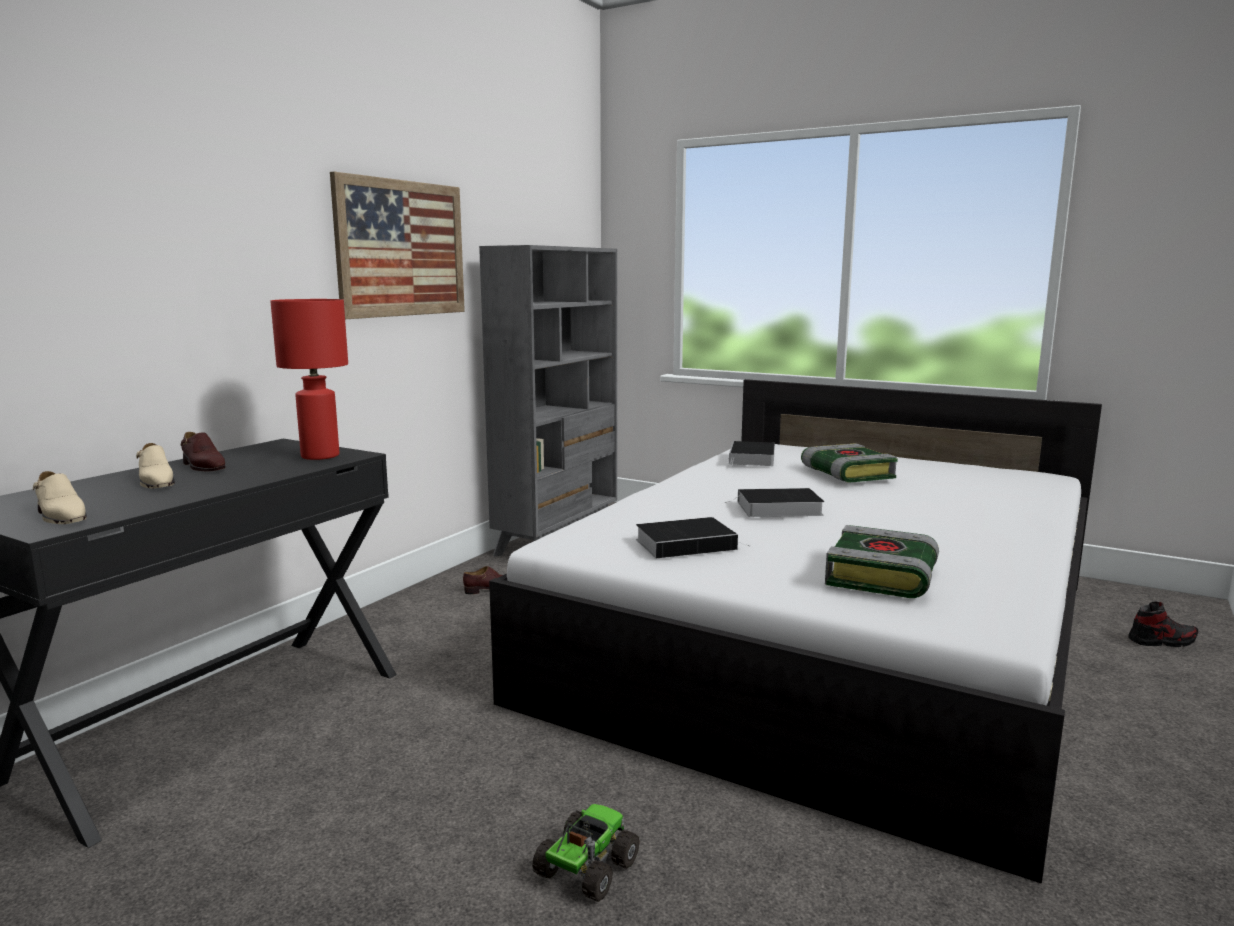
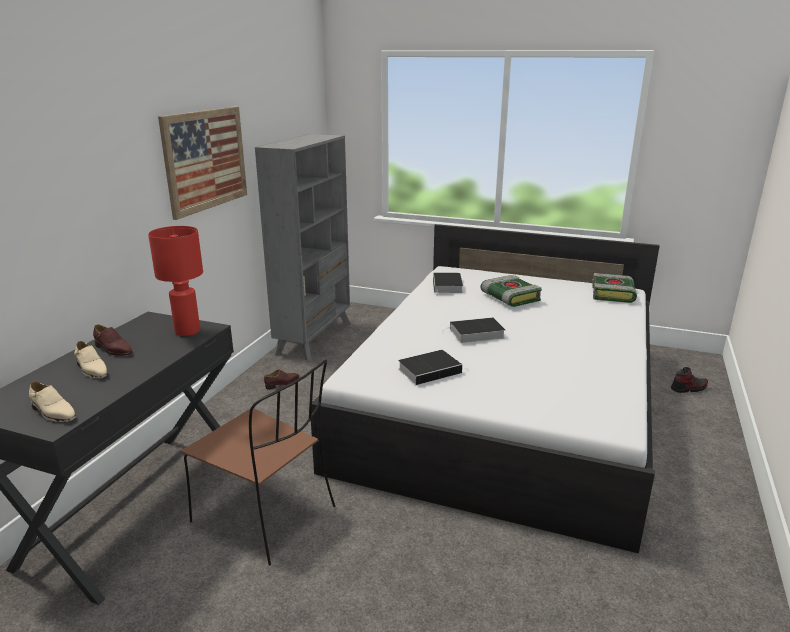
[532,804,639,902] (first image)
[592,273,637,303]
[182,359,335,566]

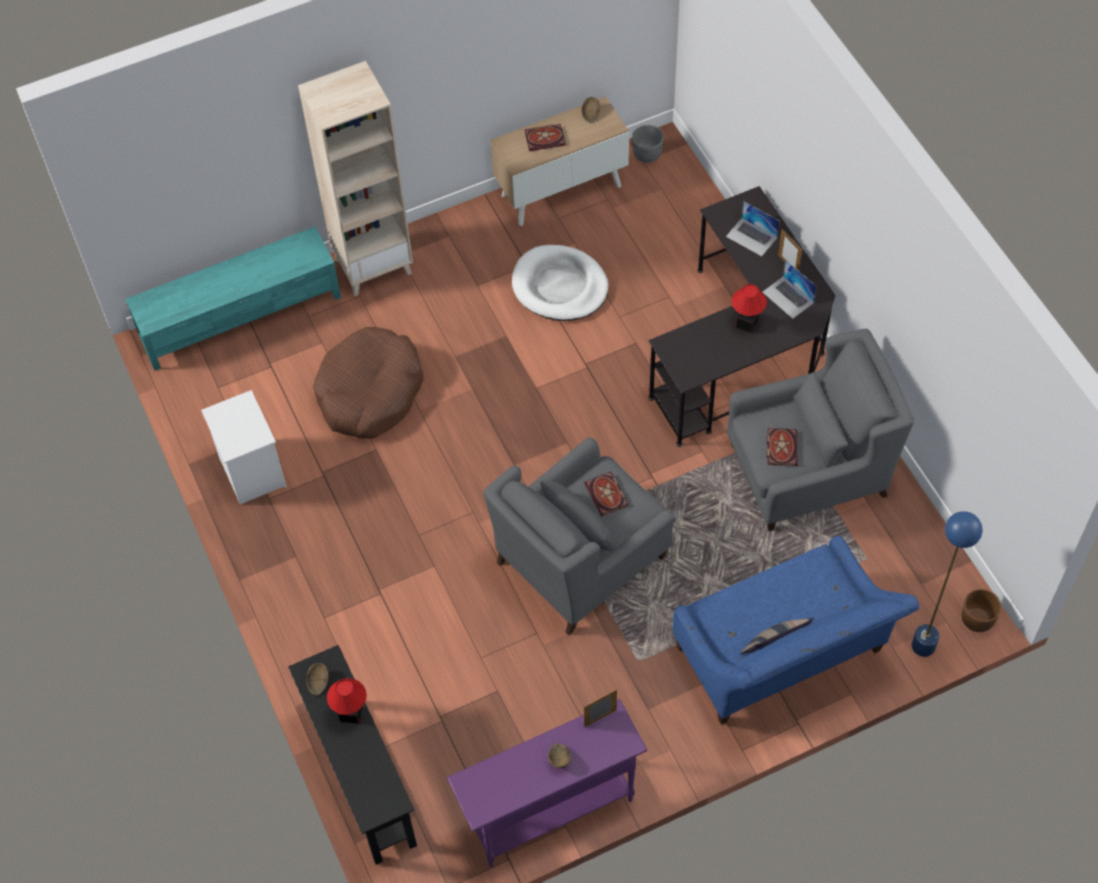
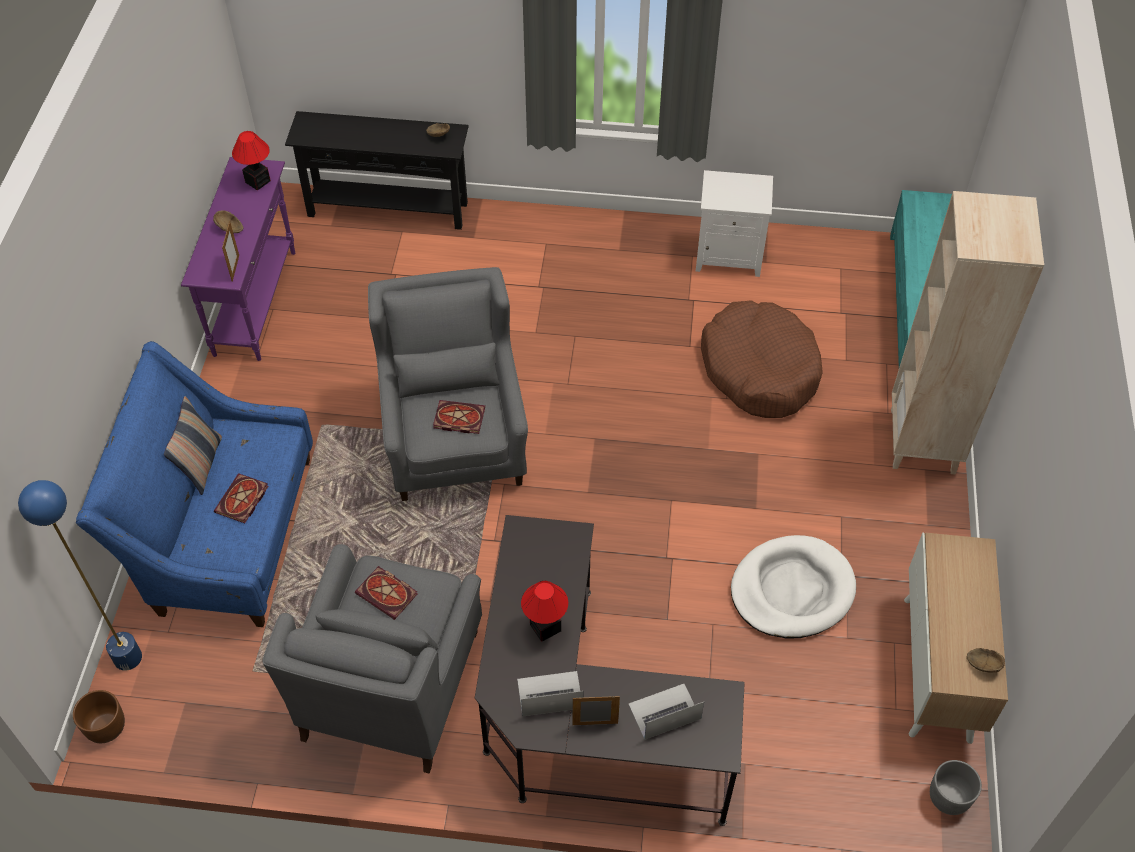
[232,131,271,190]
[214,473,268,523]

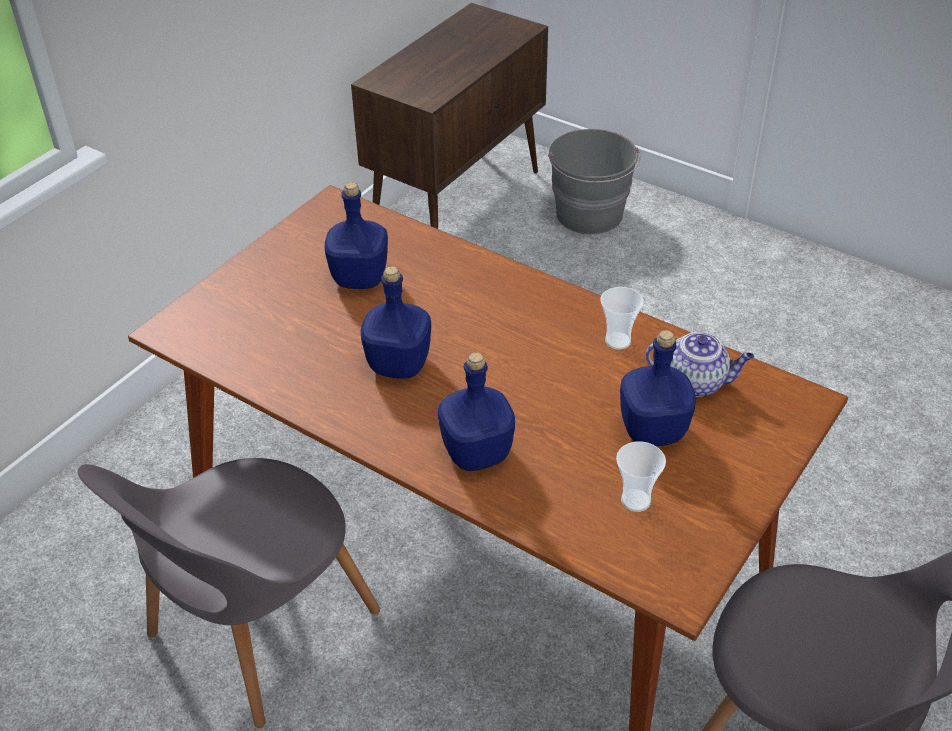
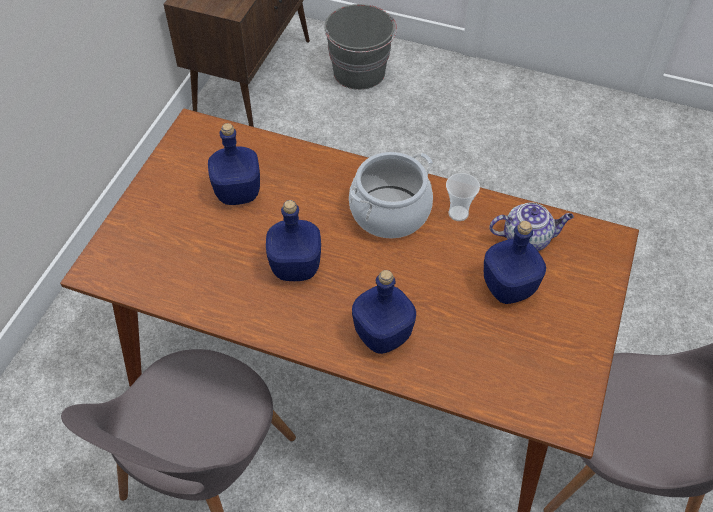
[616,441,666,512] (first image)
[349,152,433,238]

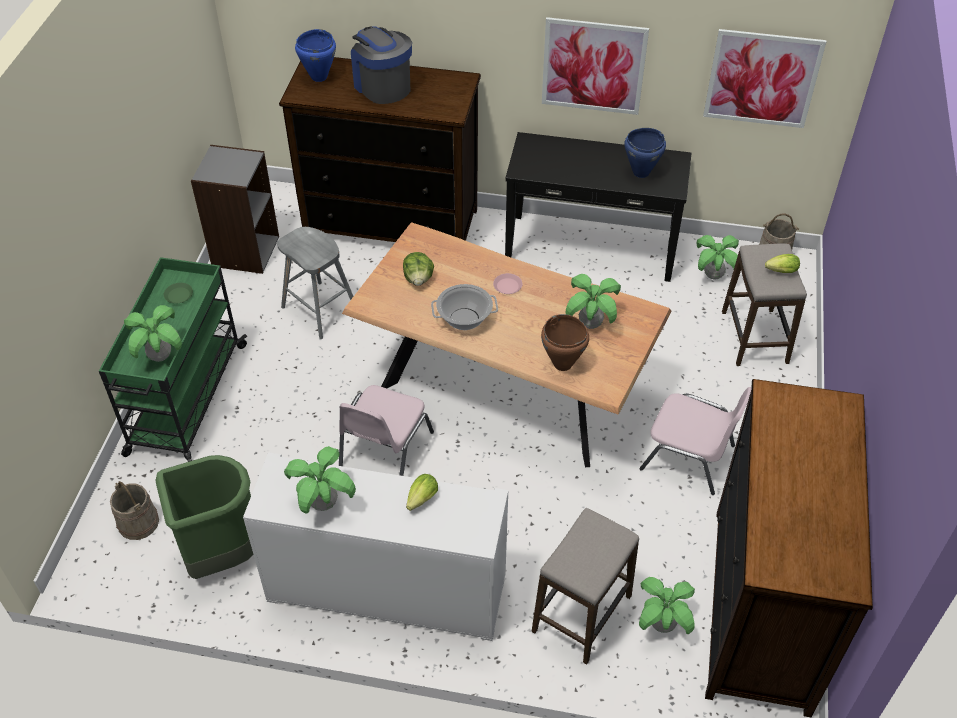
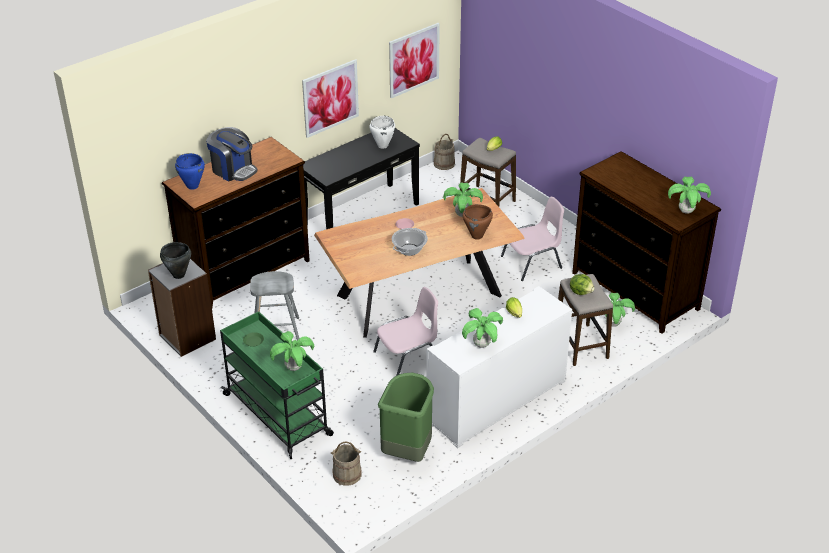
[373,287,438,376]
[206,127,258,181]
[570,274,595,295]
[370,116,395,149]
[668,177,711,214]
[160,242,191,279]

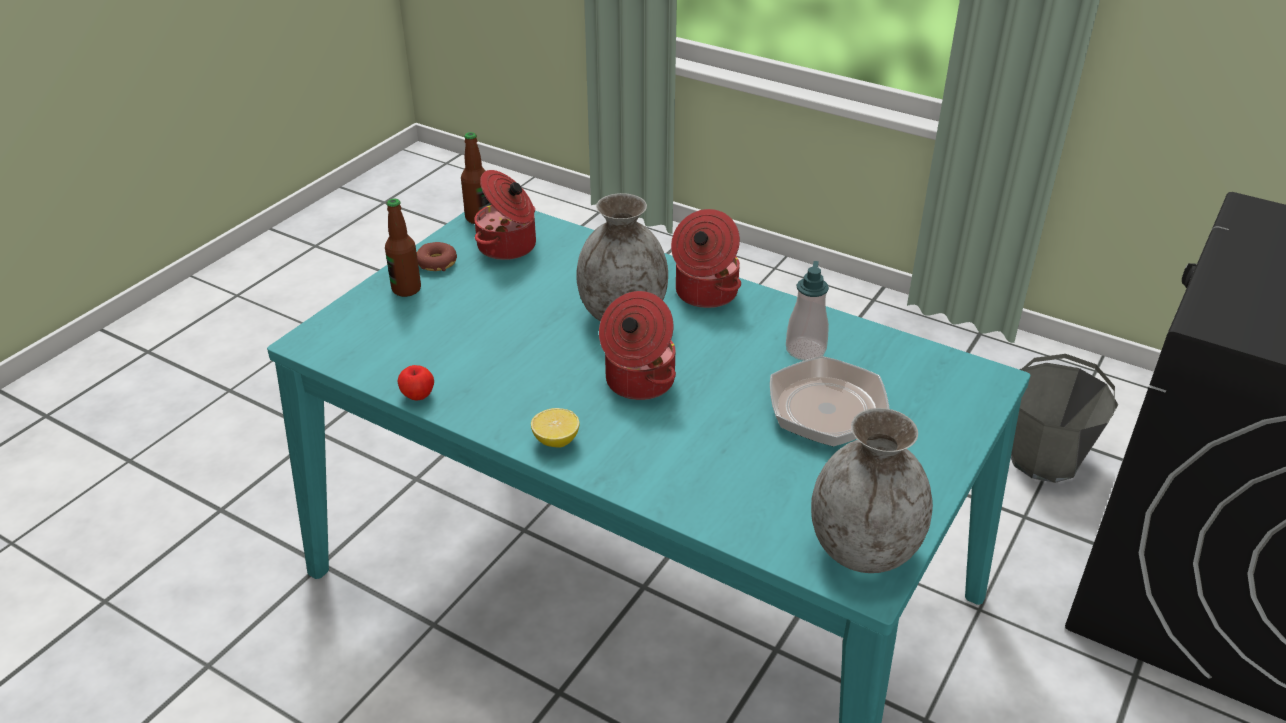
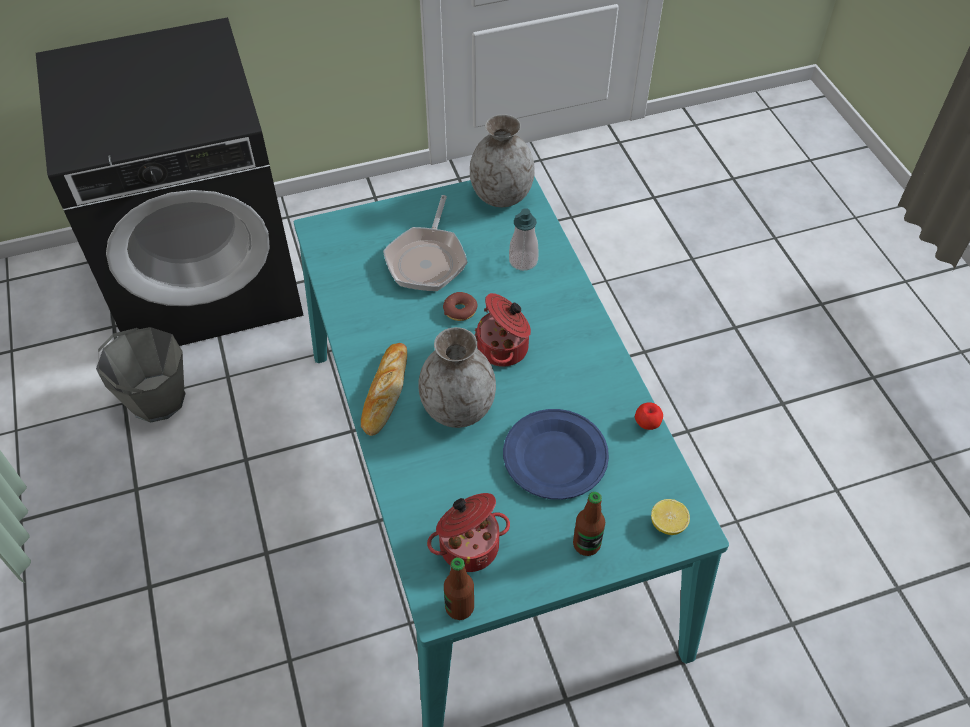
[443,292,478,321]
[651,499,690,535]
[361,343,407,436]
[509,208,539,271]
[503,409,609,500]

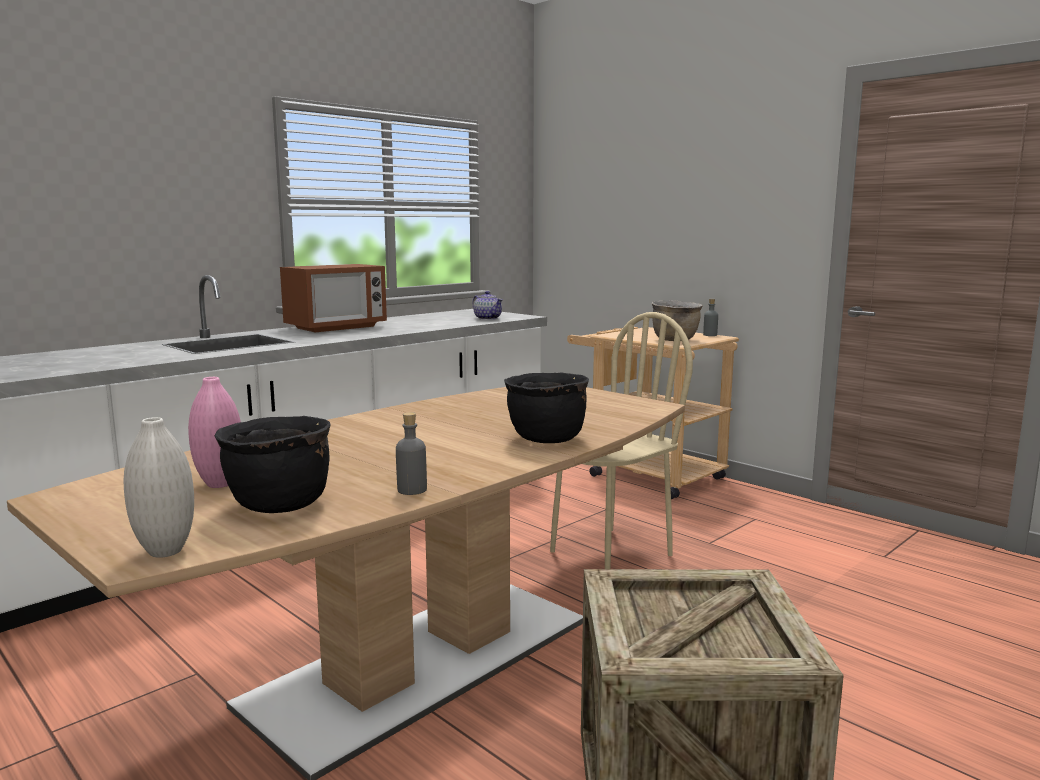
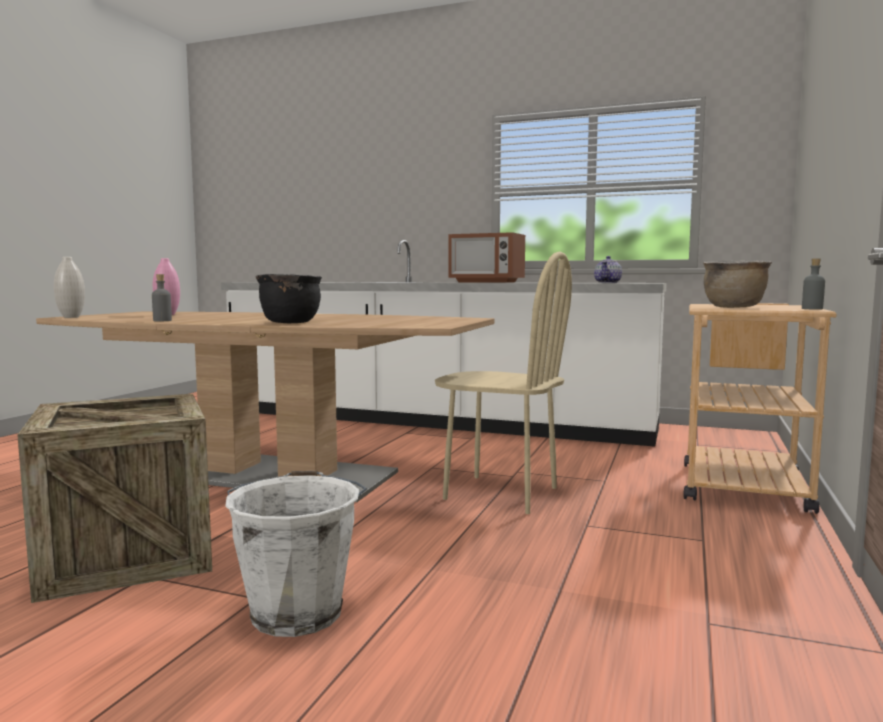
[214,416,330,513] (first image)
[225,470,367,637]

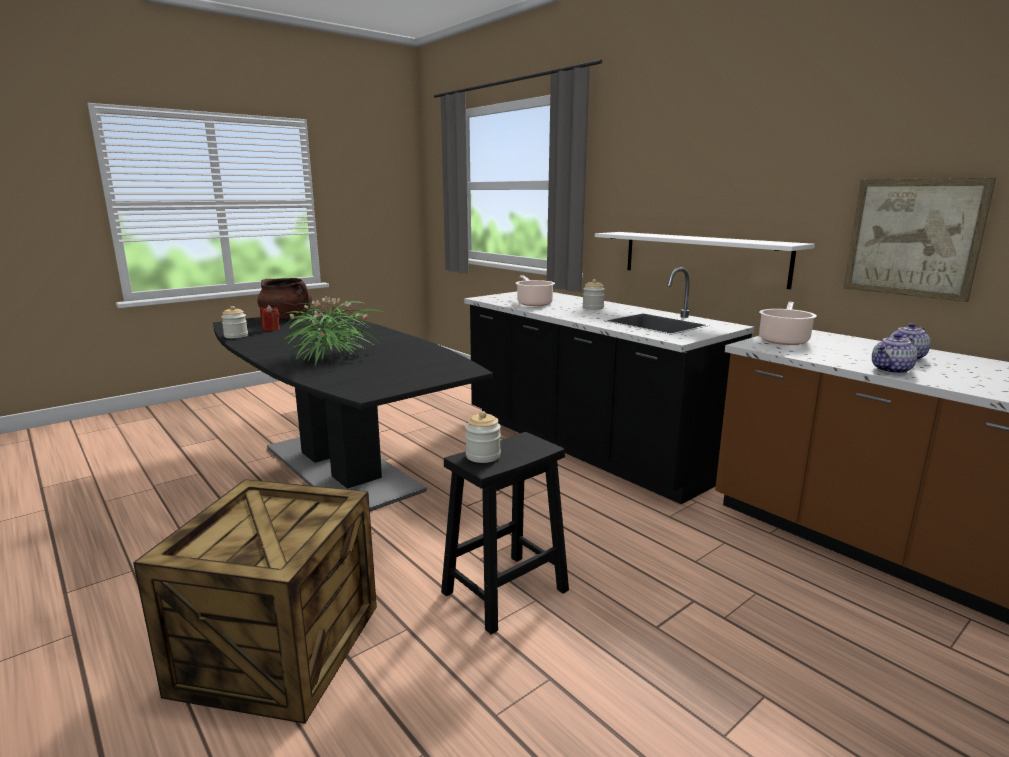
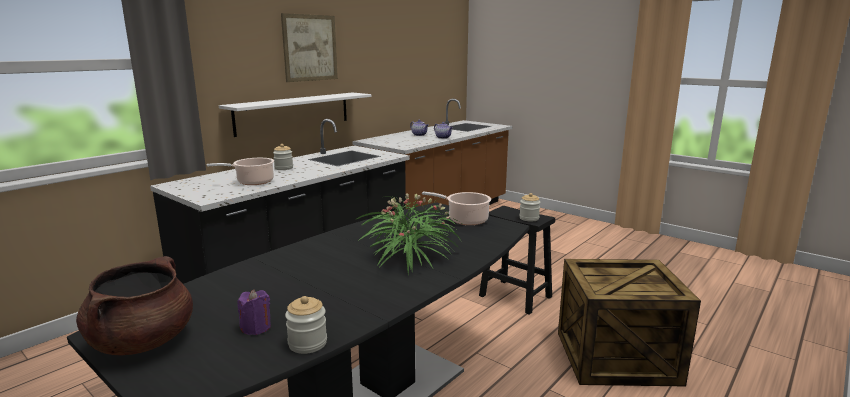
[237,290,271,335]
[422,192,491,225]
[281,13,338,82]

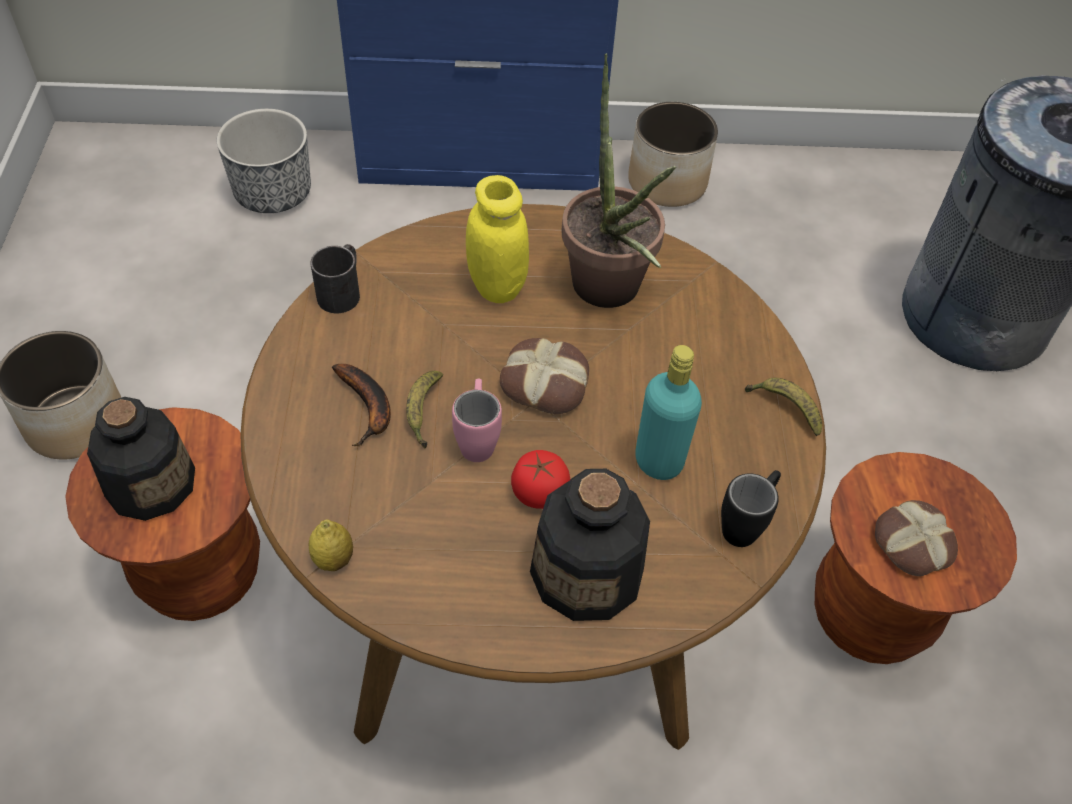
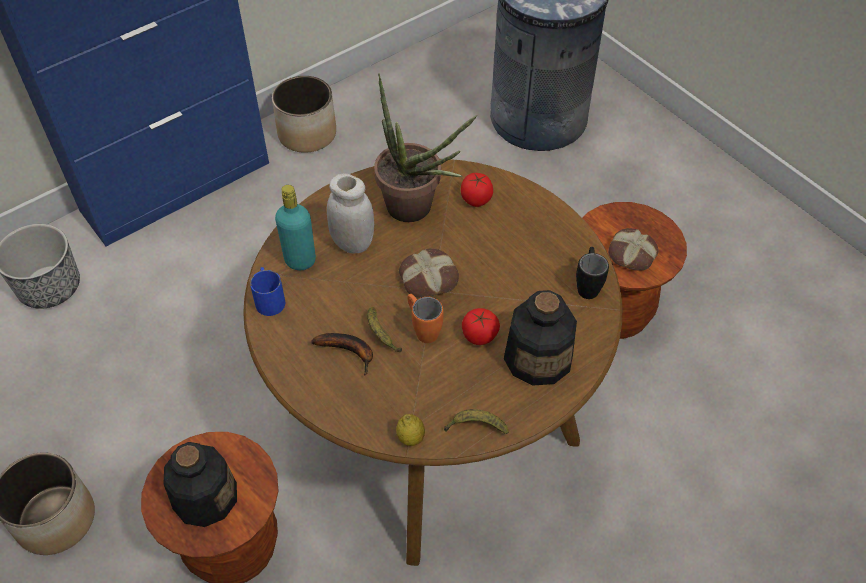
[250,267,285,316]
[407,294,443,343]
[327,174,374,253]
[275,185,316,270]
[444,409,509,434]
[461,173,493,207]

